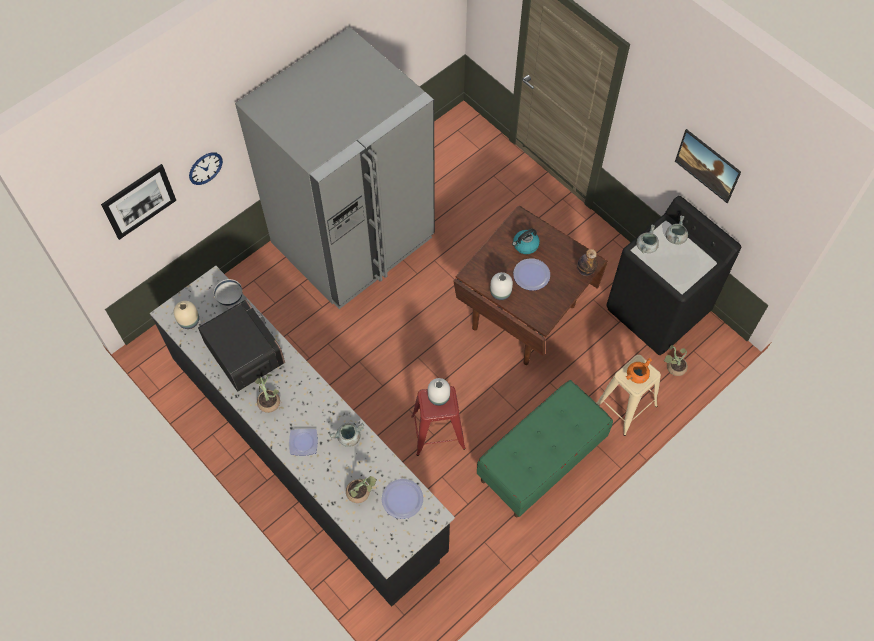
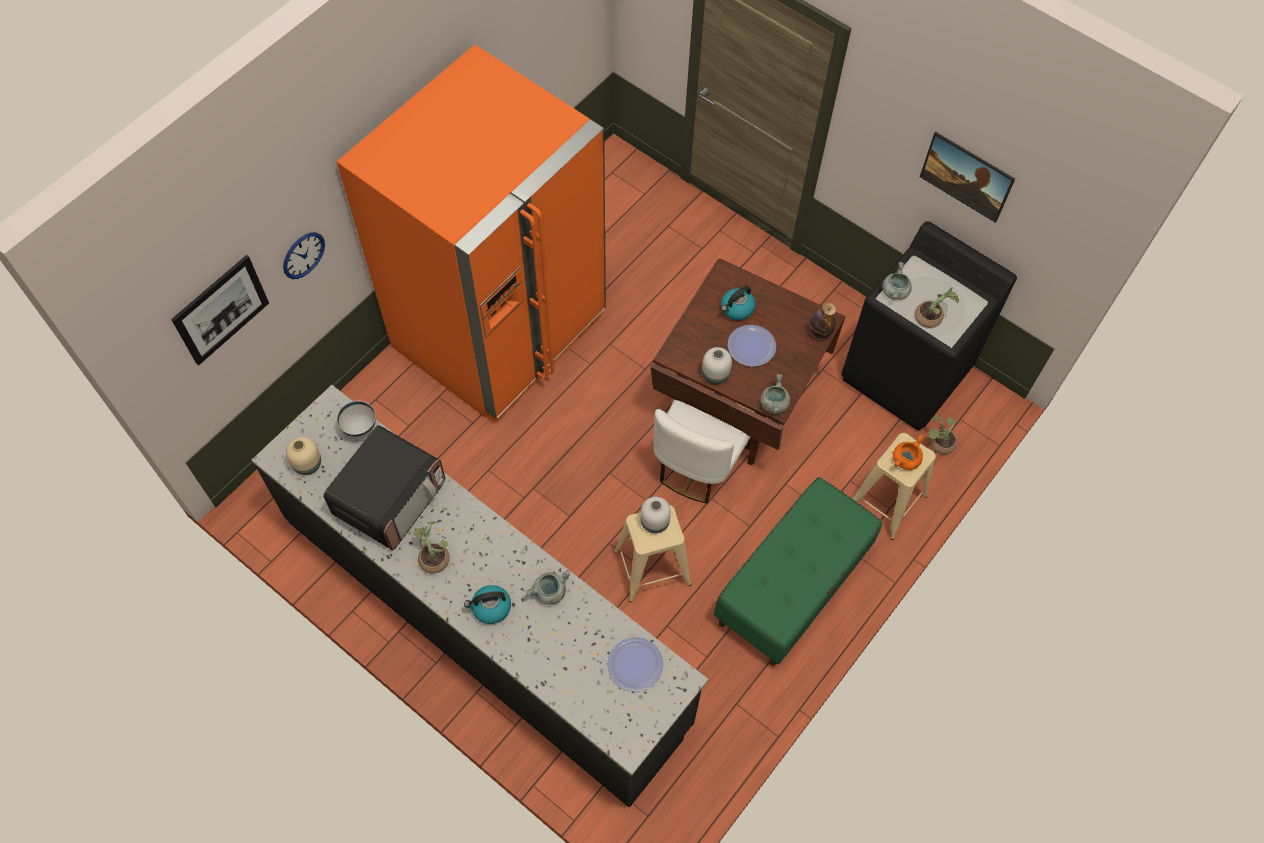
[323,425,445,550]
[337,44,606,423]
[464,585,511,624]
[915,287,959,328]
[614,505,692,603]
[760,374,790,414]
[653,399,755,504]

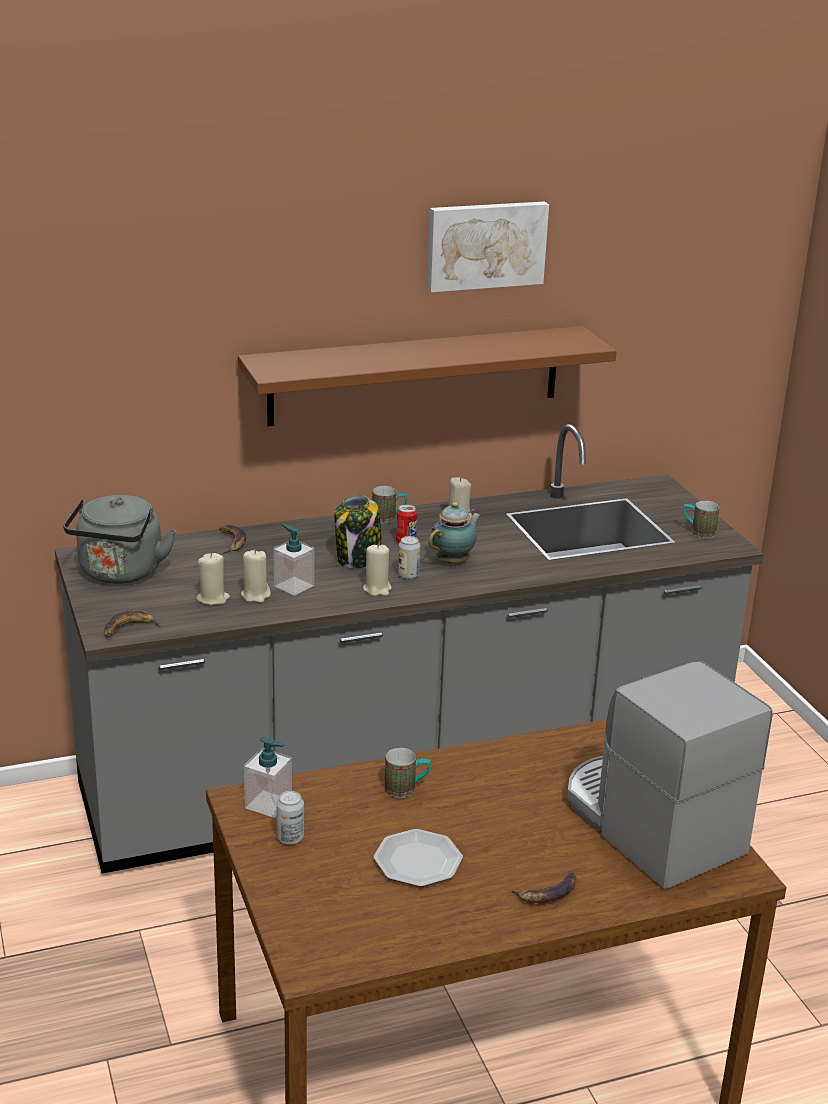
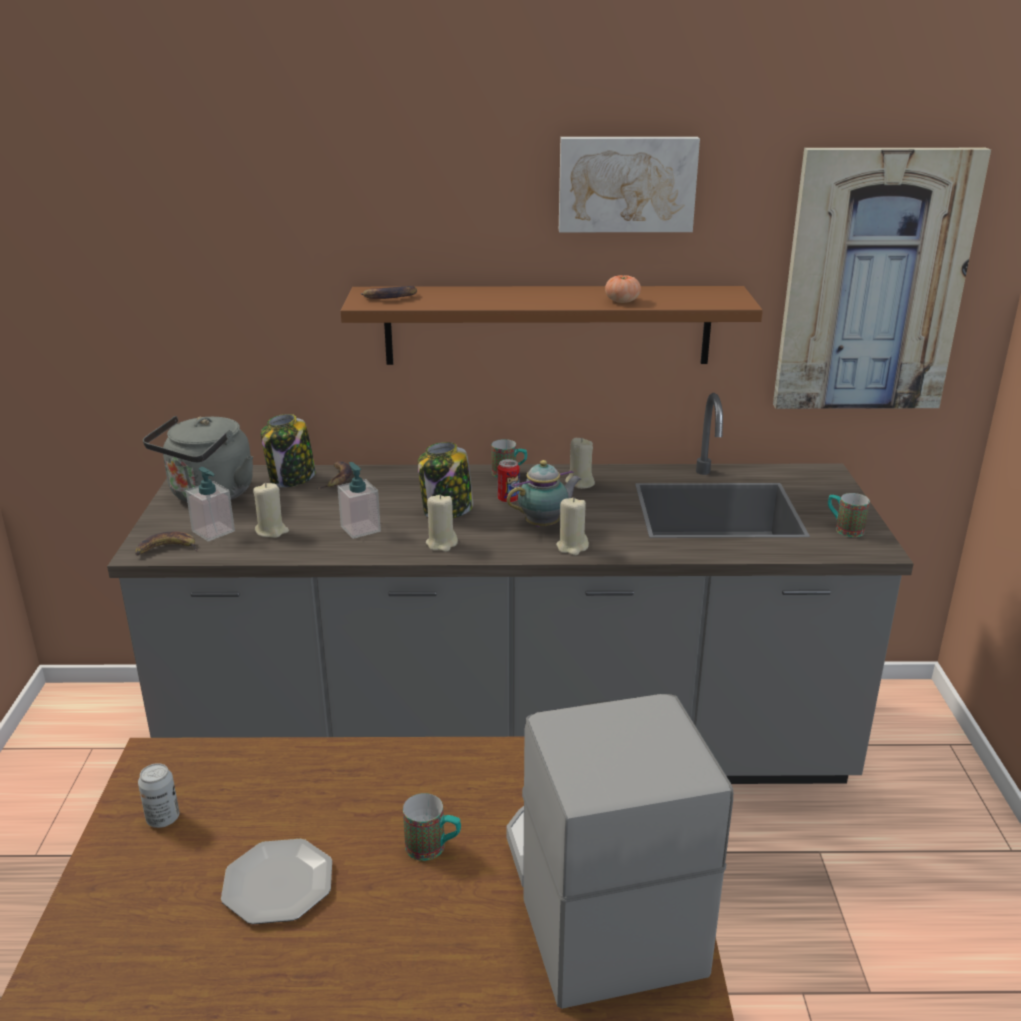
[556,497,589,556]
[186,467,235,541]
[403,793,461,861]
[398,536,420,579] (first image)
[361,286,417,299]
[261,414,316,488]
[605,275,641,303]
[773,148,991,409]

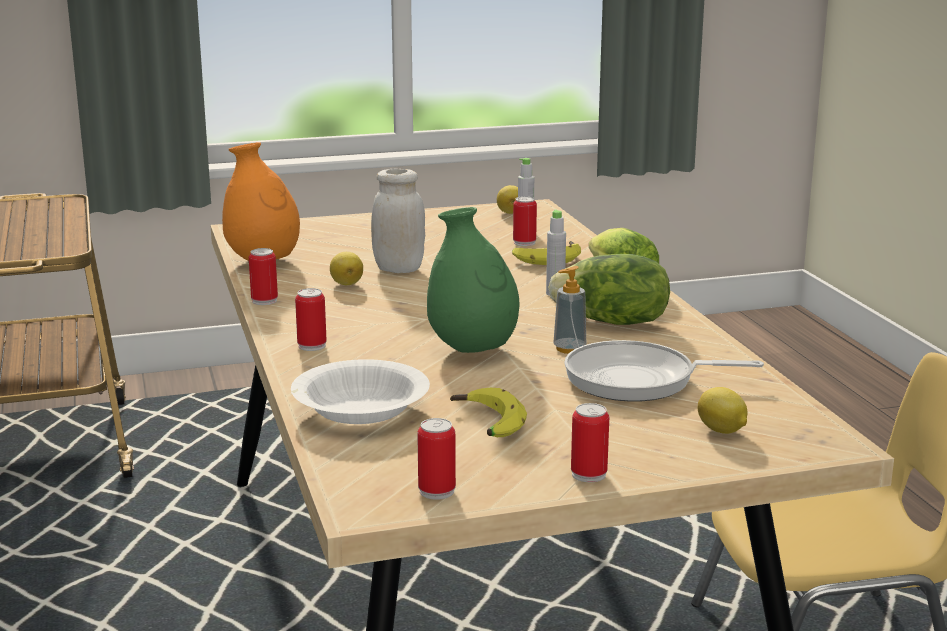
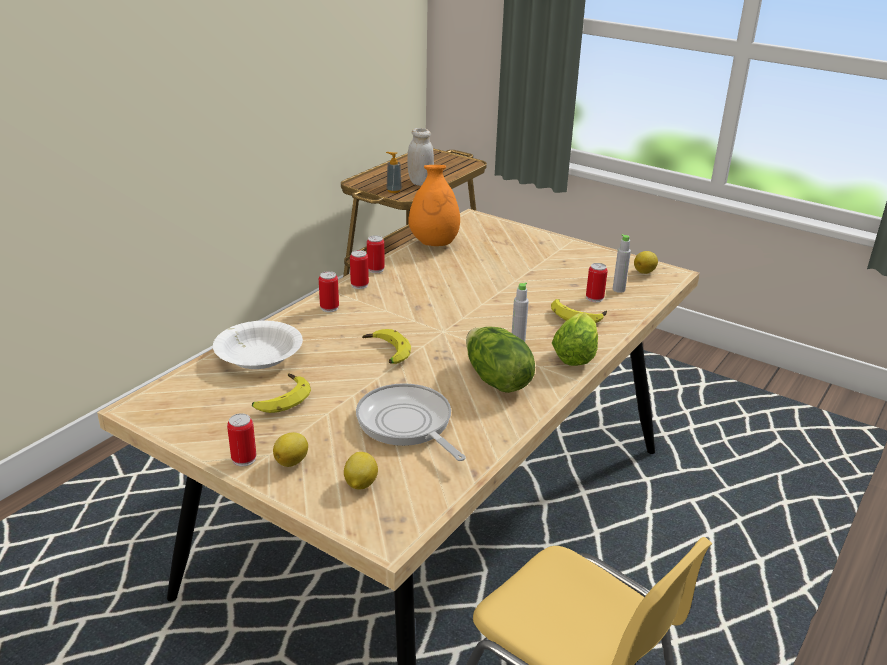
[273,432,308,467]
[407,128,434,186]
[350,250,369,289]
[362,329,411,364]
[386,152,402,193]

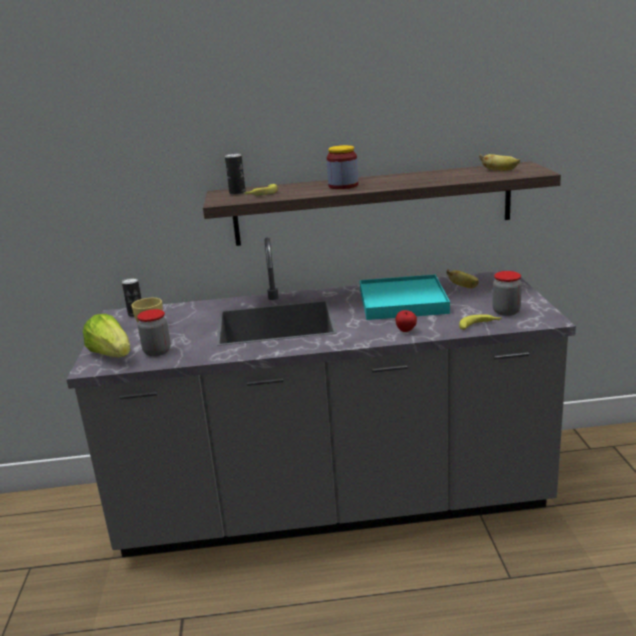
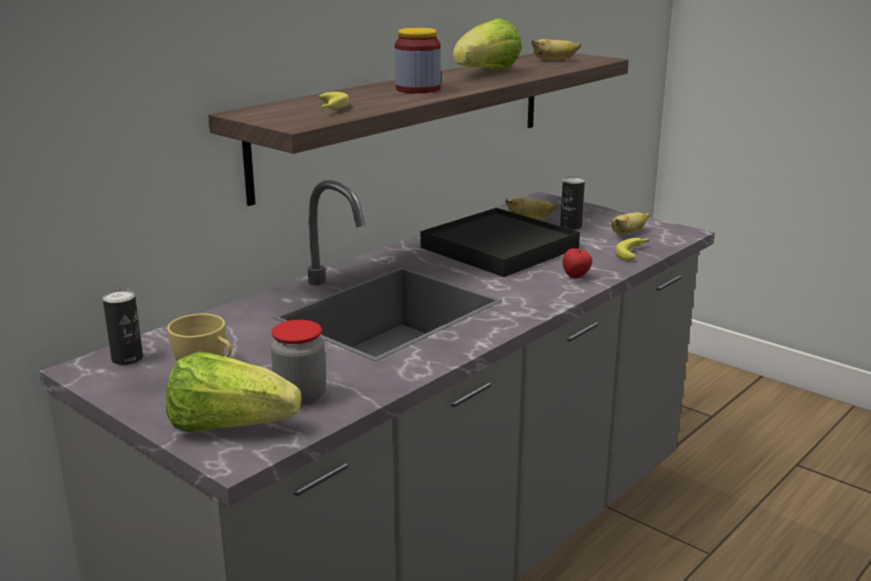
[560,176,585,230]
[420,208,580,277]
[611,212,649,235]
[453,18,522,70]

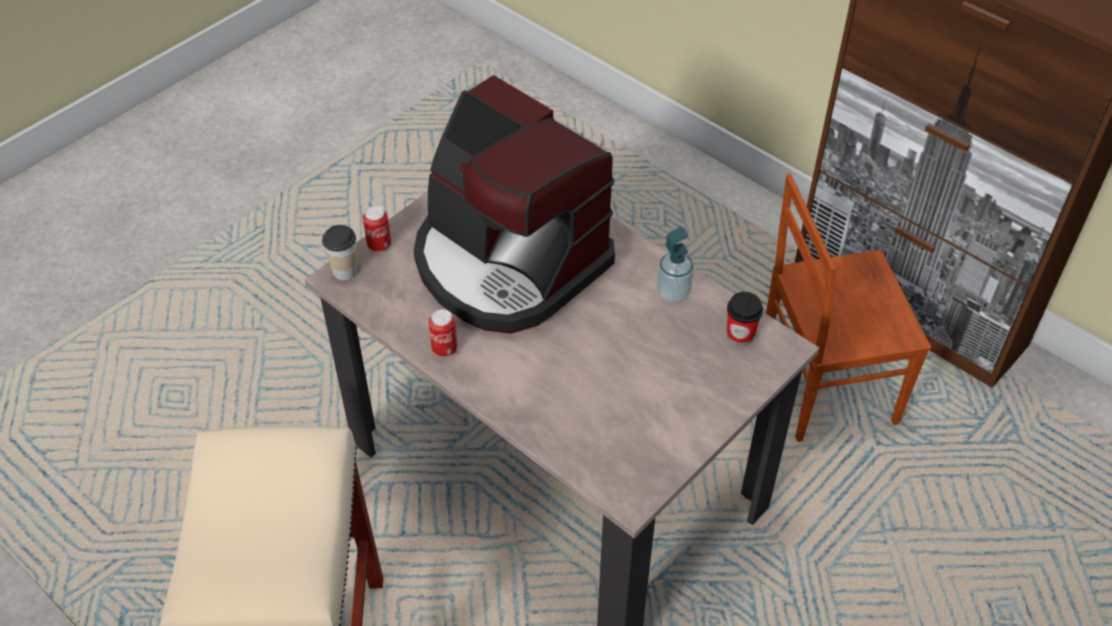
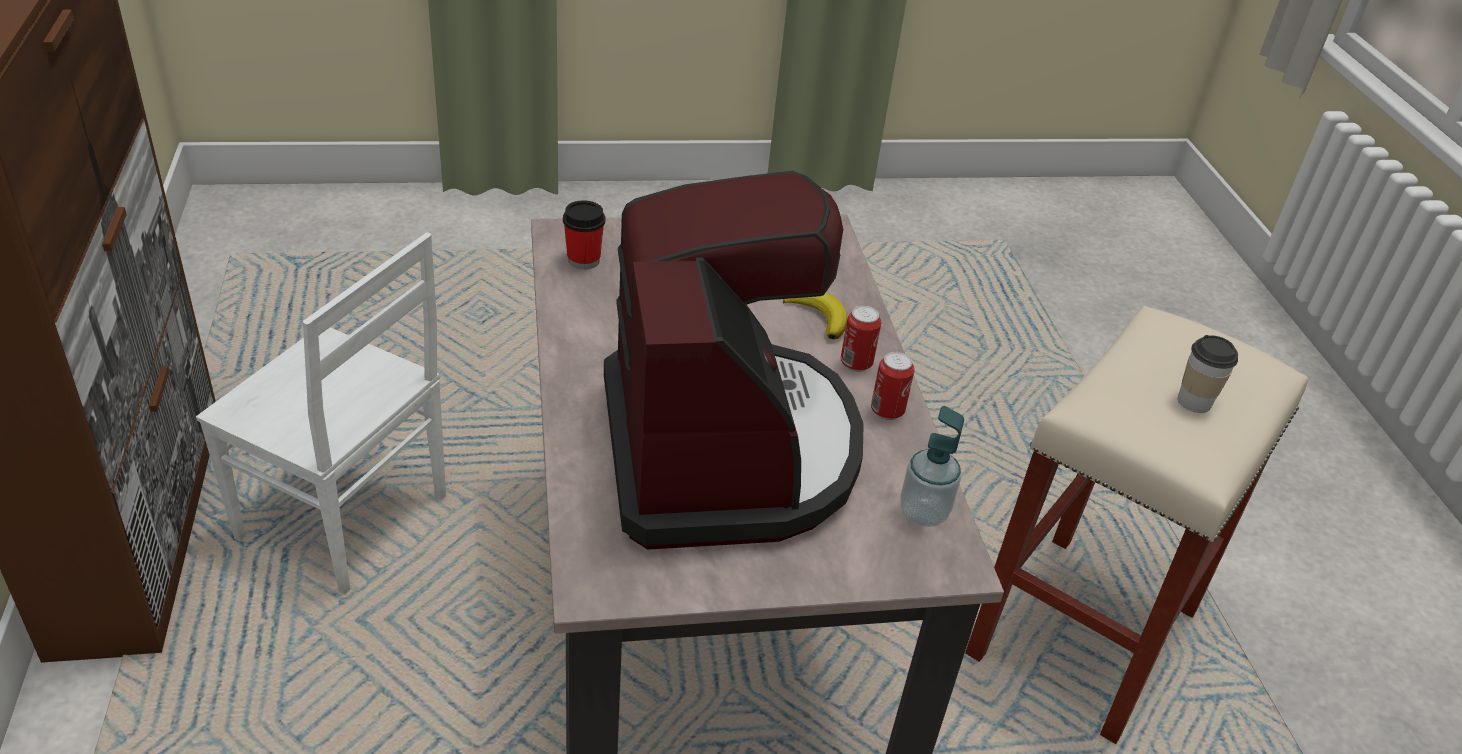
[1178,335,1238,413]
[841,306,881,372]
[901,406,964,527]
[196,232,446,595]
[783,293,847,339]

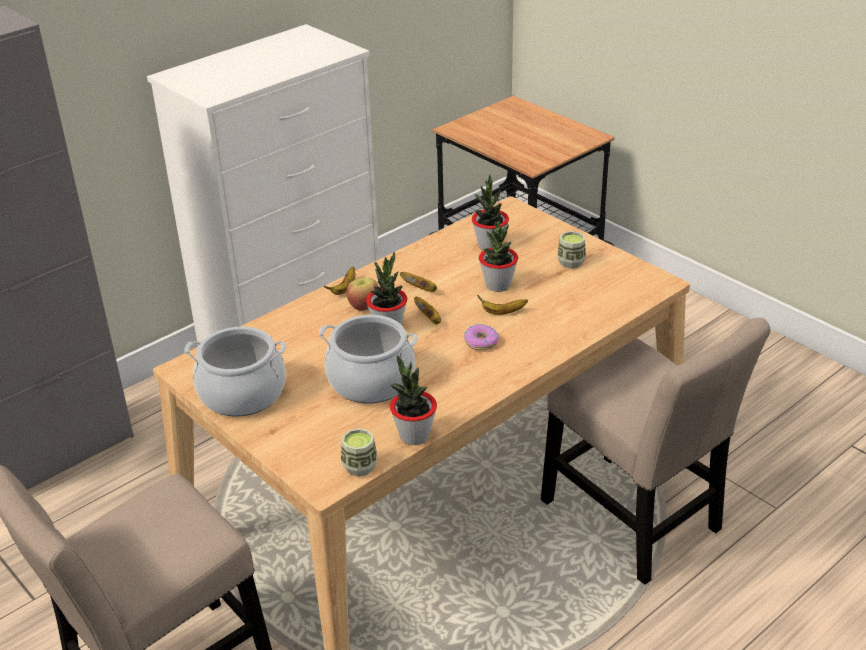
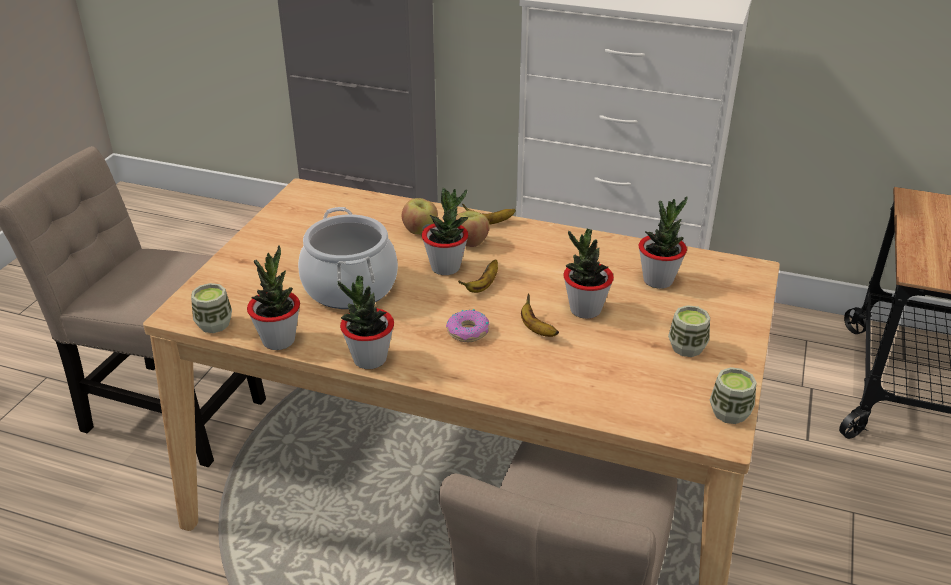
[184,326,286,417] (first image)
[400,272,437,292] (first image)
[338,275,394,369]
[402,198,438,235]
[710,367,757,424]

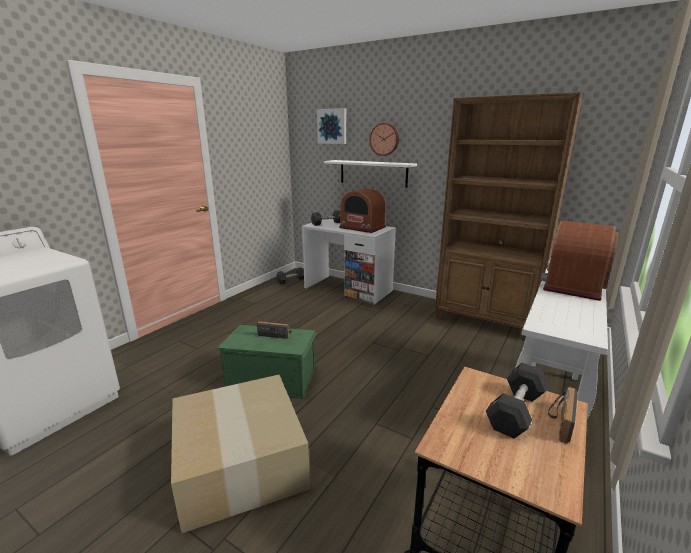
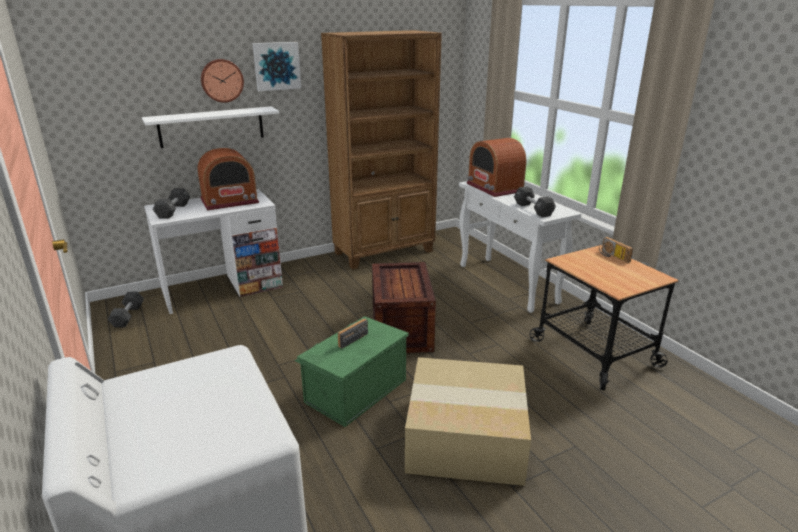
[252,42,301,91]
[514,186,556,217]
[372,262,436,353]

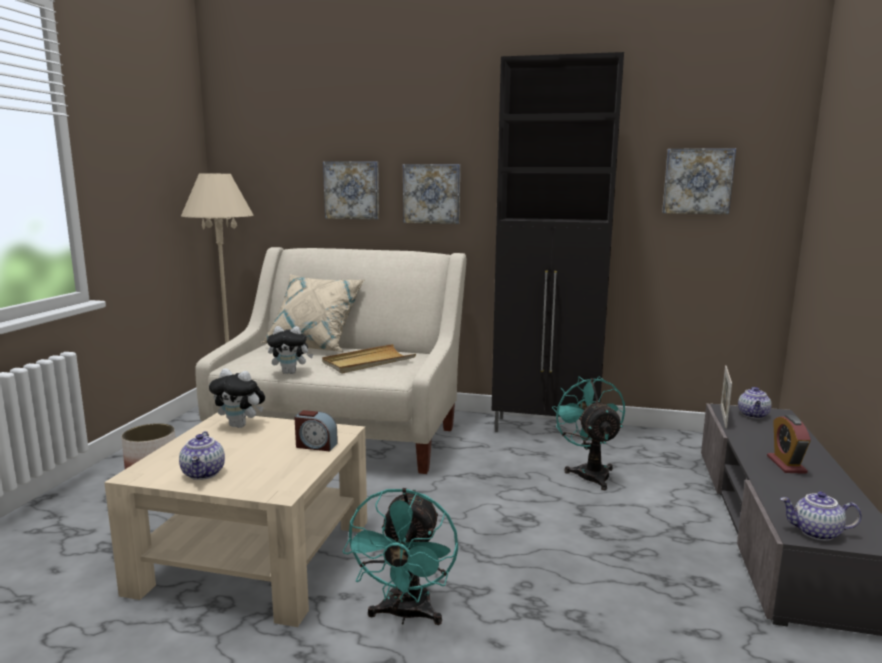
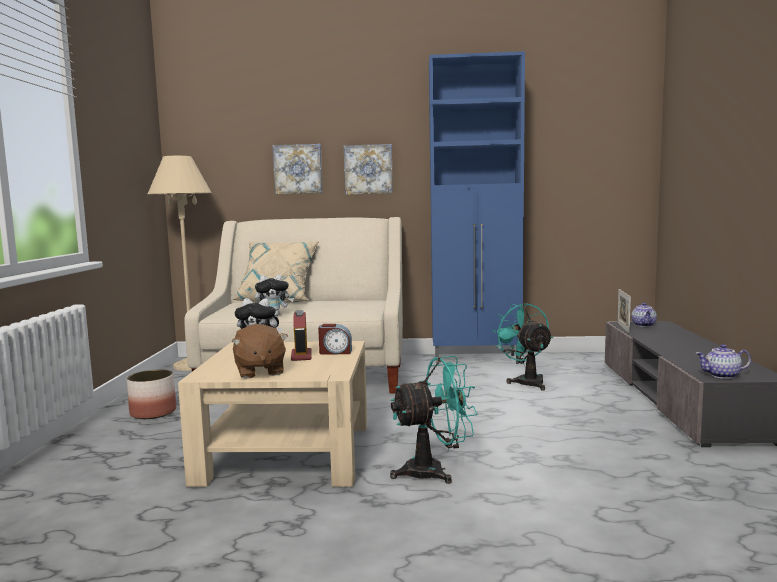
[232,324,288,379]
[322,344,416,374] (first image)
[390,356,478,484]
[429,51,525,365]
[662,148,736,214] (first image)
[291,310,312,361]

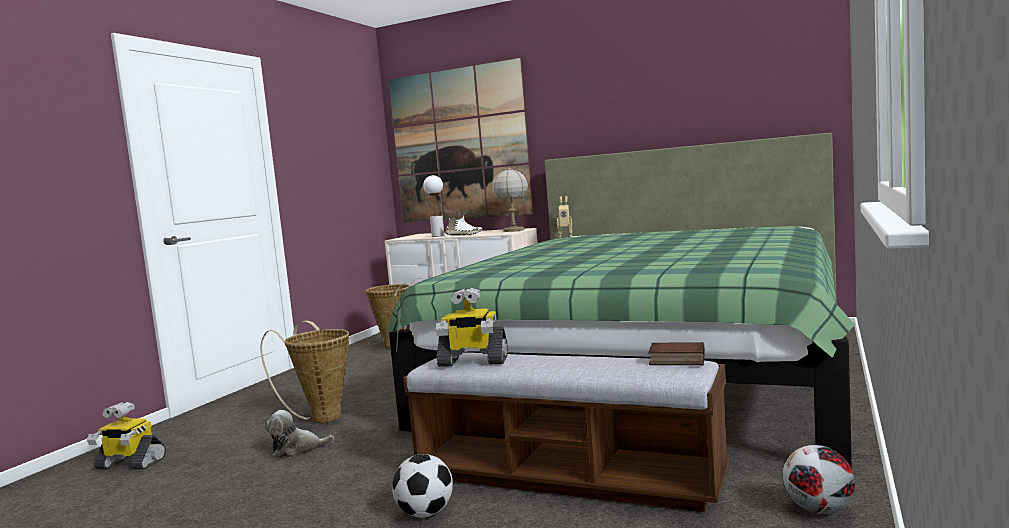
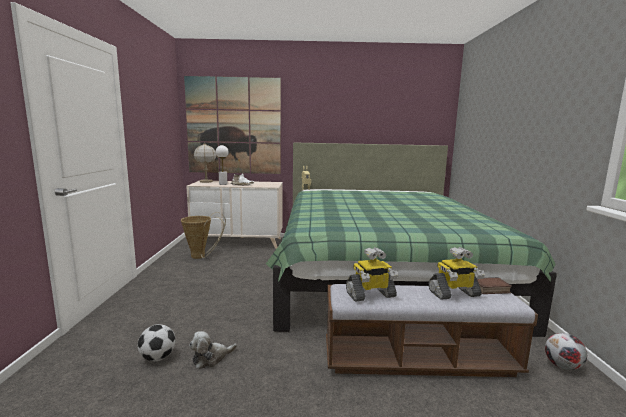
[428,247,485,300]
[260,321,349,423] (first image)
[138,324,176,361]
[194,143,216,183]

